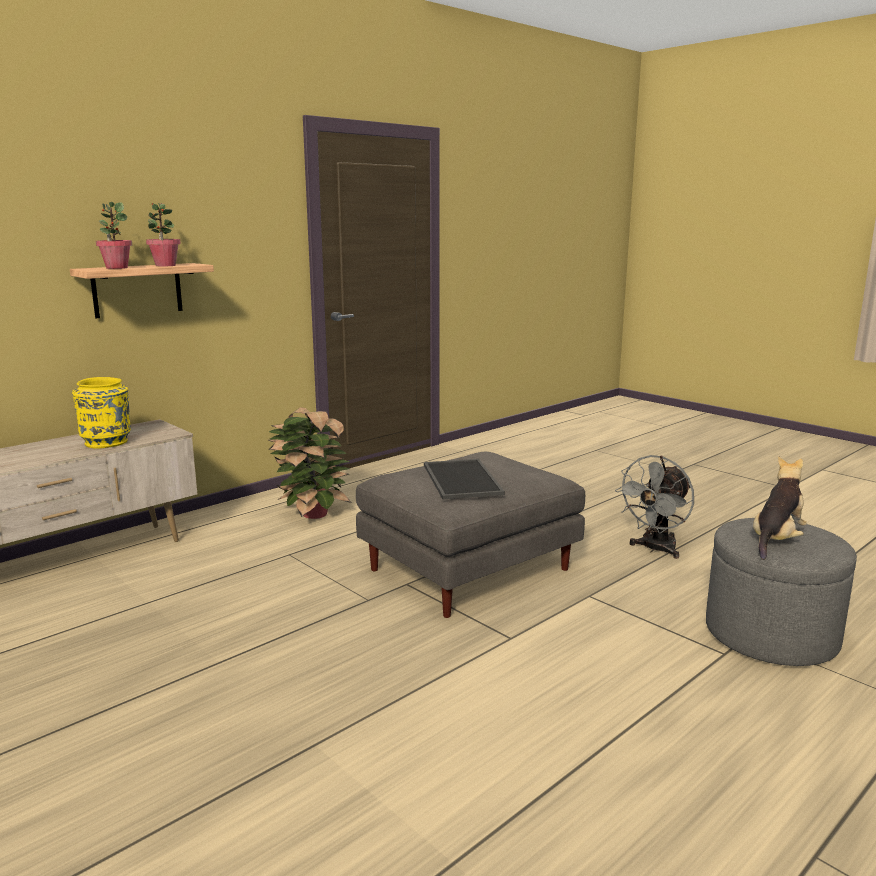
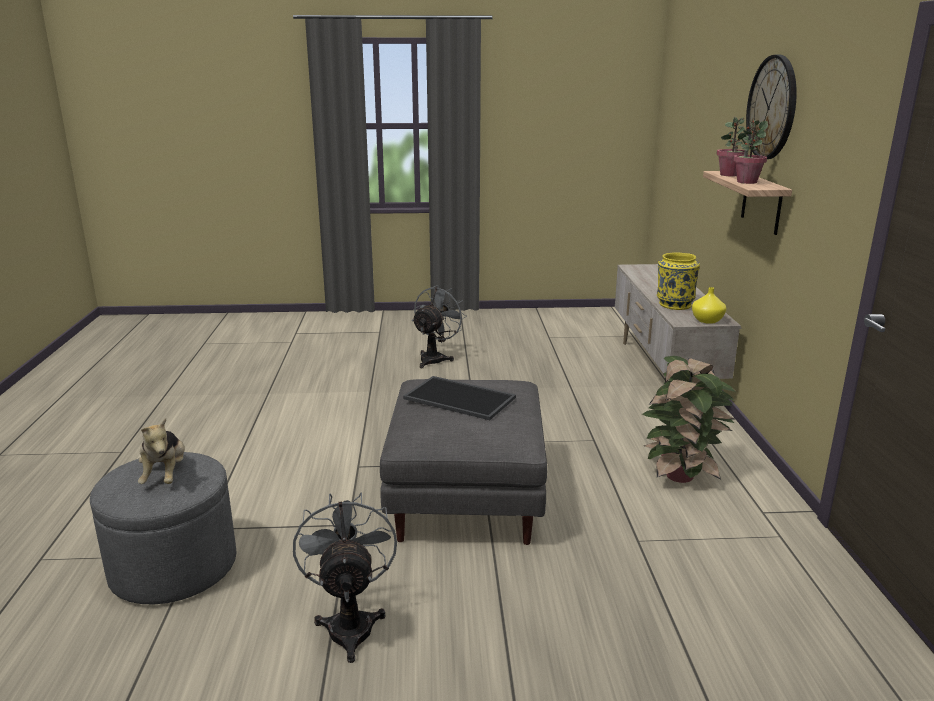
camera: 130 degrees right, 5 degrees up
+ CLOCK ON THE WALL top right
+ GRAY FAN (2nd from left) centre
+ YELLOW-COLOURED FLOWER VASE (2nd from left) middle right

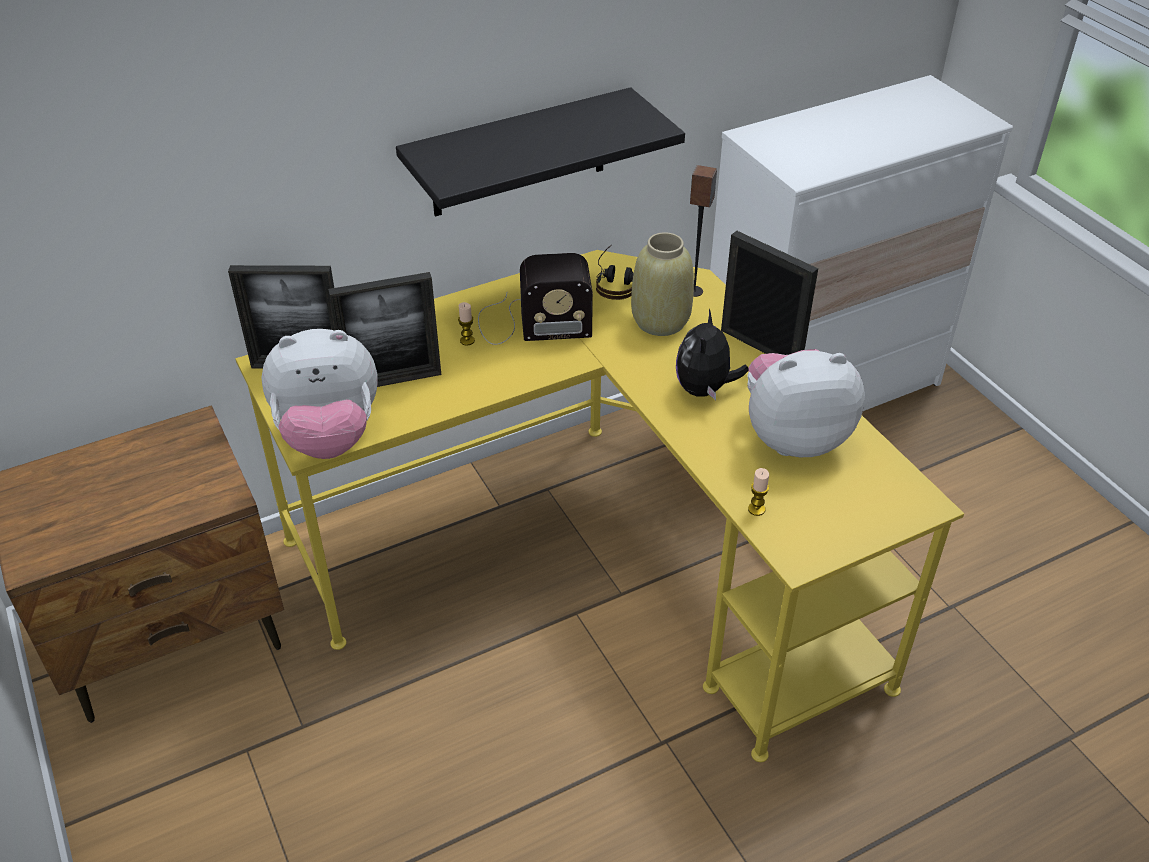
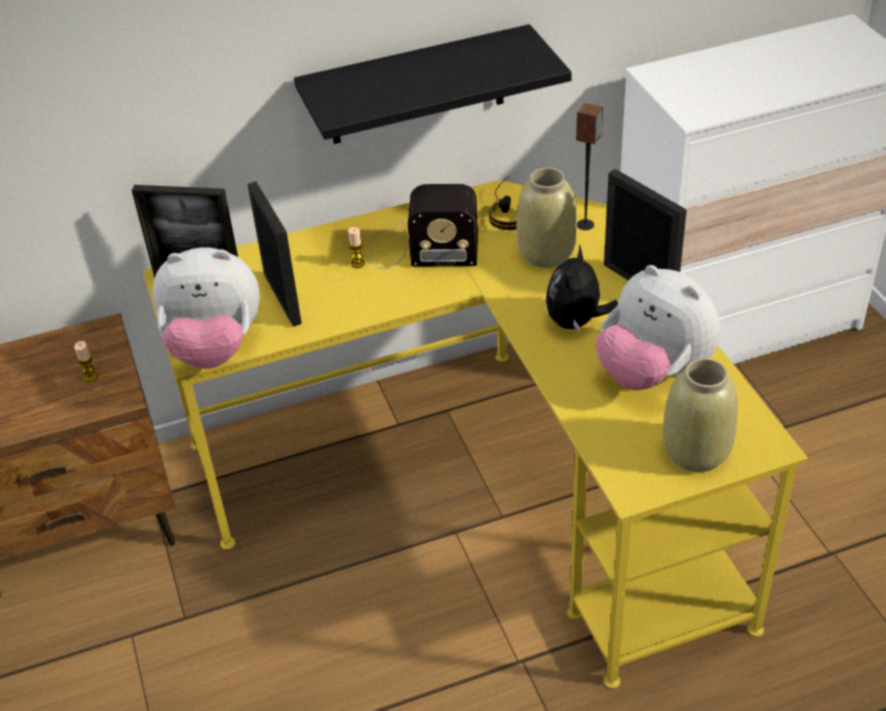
camera: 10 degrees right, 0 degrees up
~ PHOTO FRAME (2nd from left) centre = middle left 105 degrees counterclockwise
~ CUDDLY TOY (3rd from left) middle right = middle right 135 degrees counterclockwise
~ WAX LIGHT (2nd from left in the first image) centre to WAX LIGHT (1st from left) middle left
+ SAND-COLOURED FLOWER VASE (2nd from left) middle right

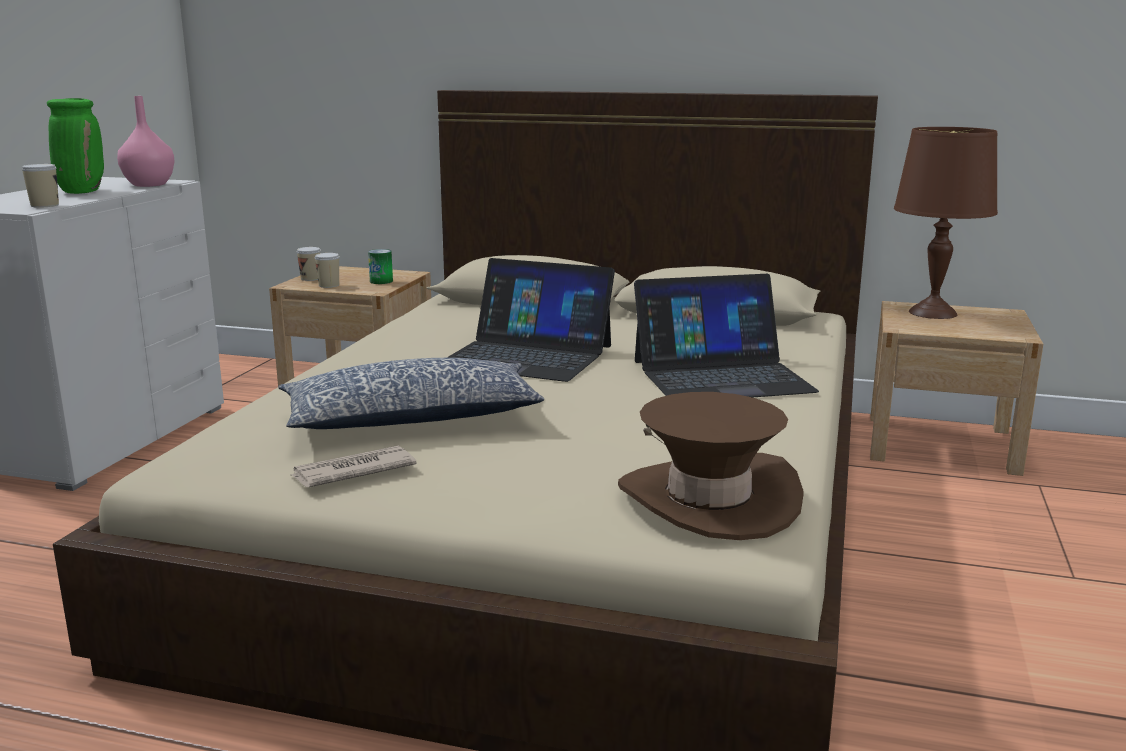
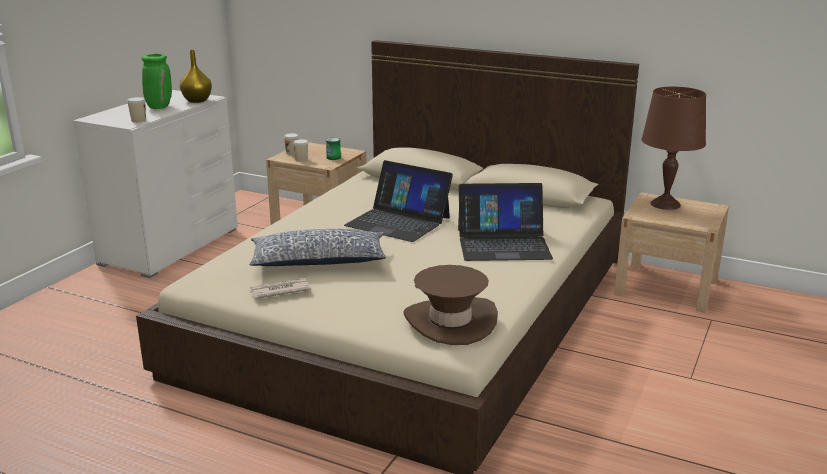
camera: 10 degrees right, 5 degrees up
~ PINKISH FLOWER VASE top left to YELLOW-COLOURED FLOWER VASE top left

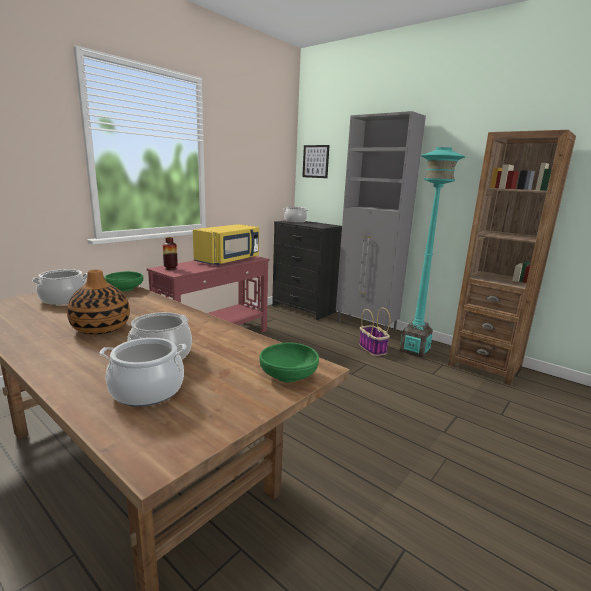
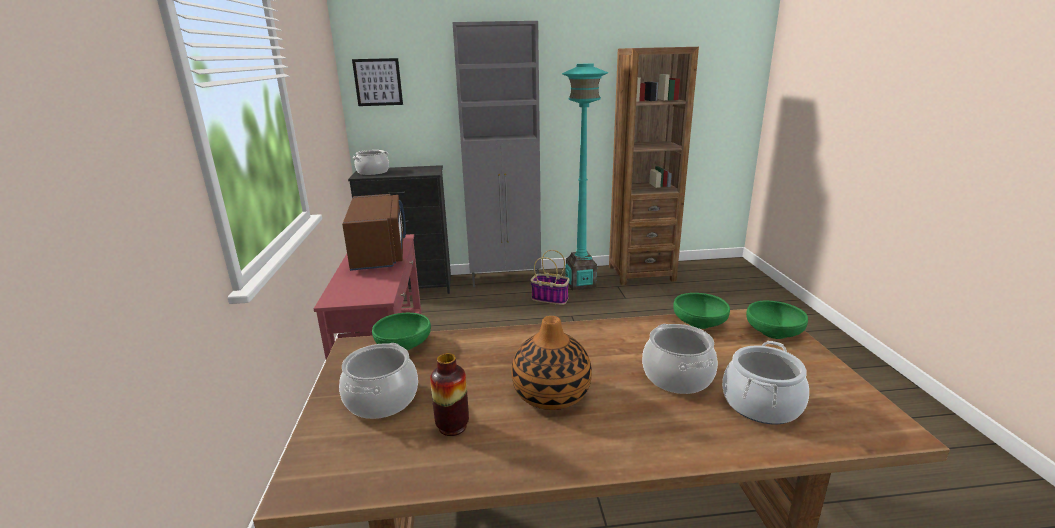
camera: 45 degrees left, 5 degrees up
~ YELLOW-COLOURED KITCHEN MICROWAVE centre to BROWNISH KITCHEN MICROWAVE centre
~ FLOWER VASE (2nd from left in the first image) middle left to FLOWER VASE (1st from left) bottom centre
+ GREEN-COLOURED SERVING BOWL (2nd from left) centre

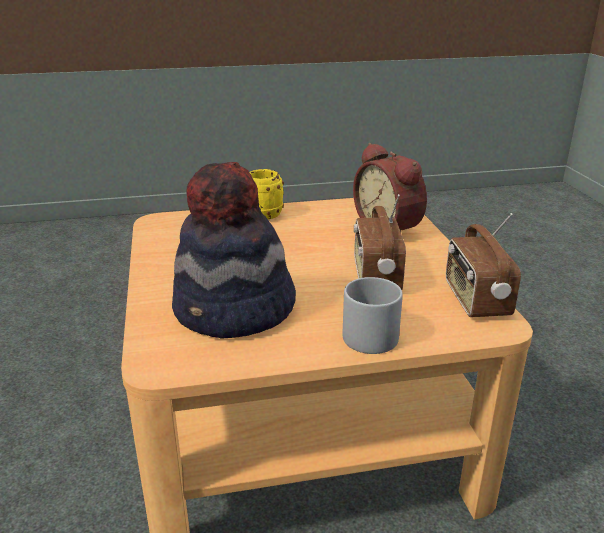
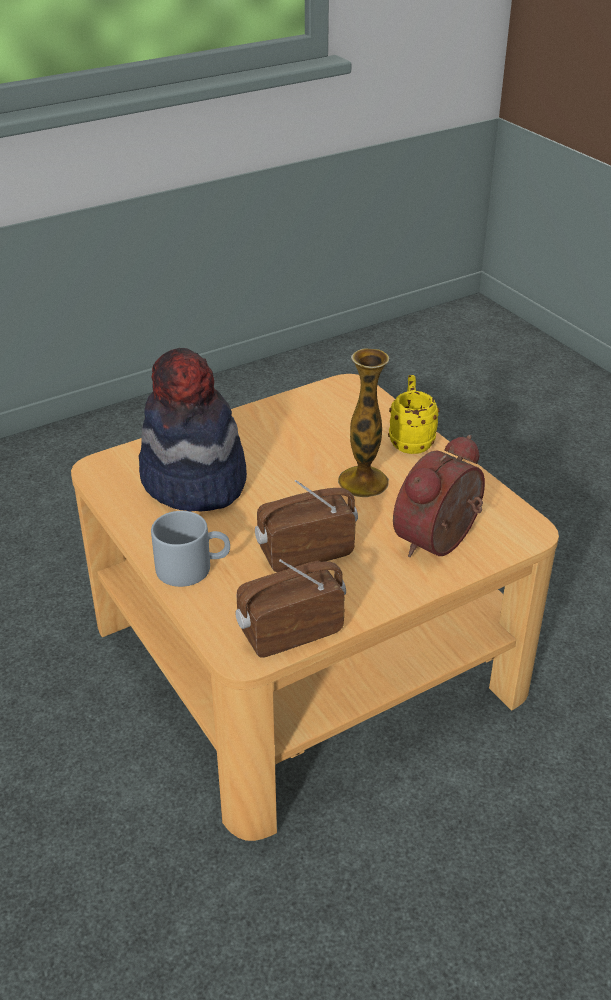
camera: 70 degrees right, 10 degrees up
+ FLOWER VASE centre

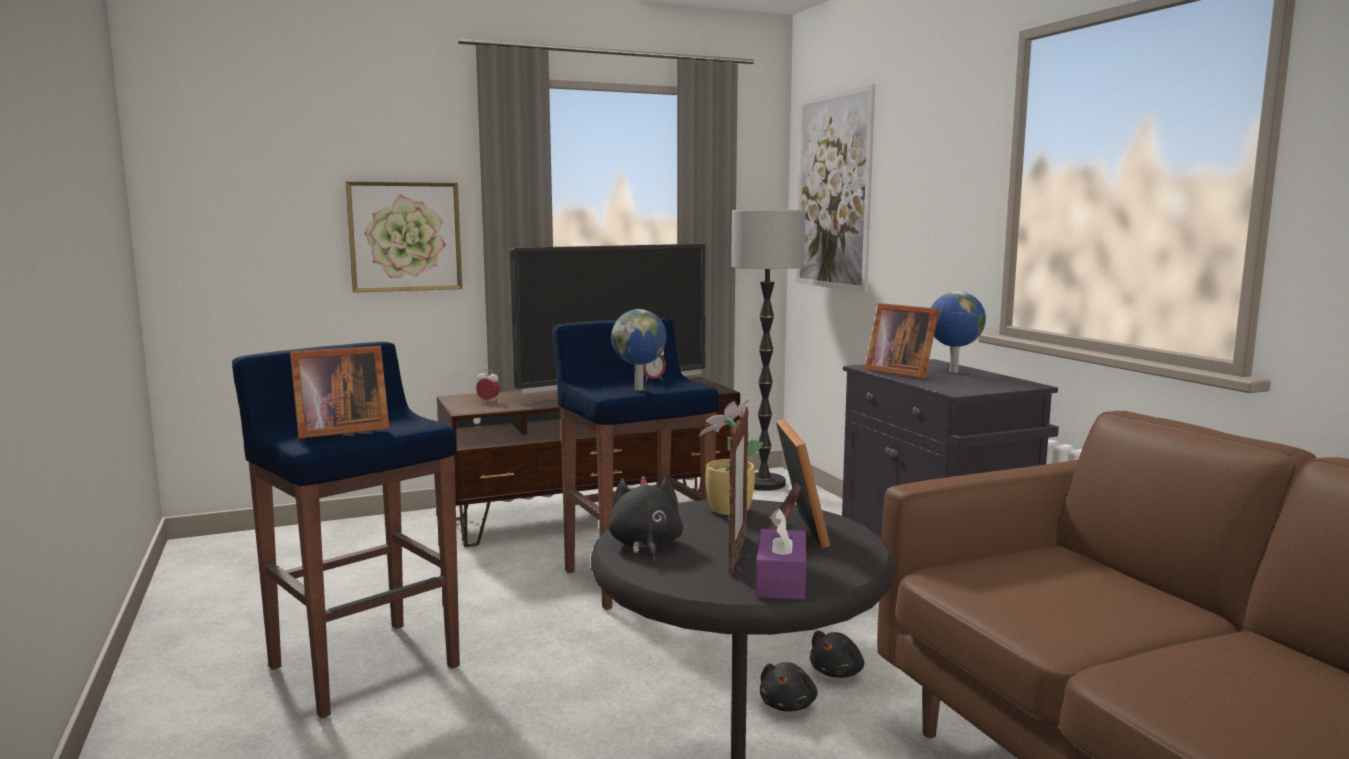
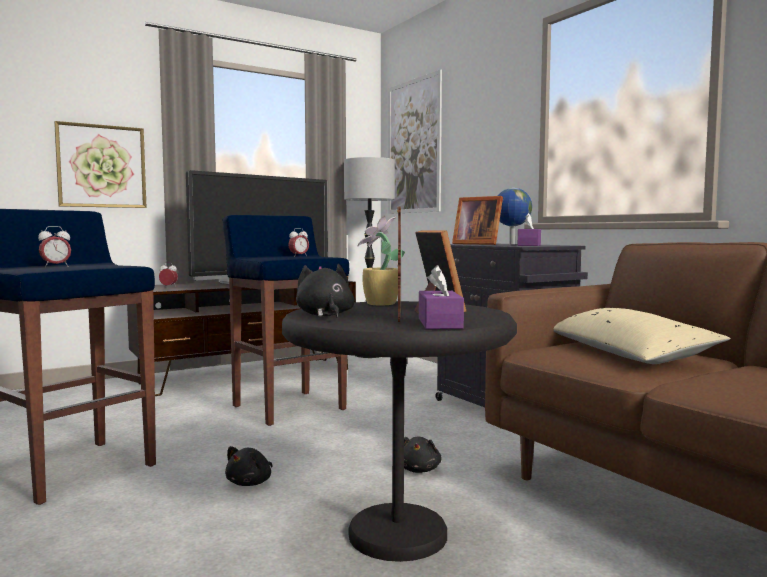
camera: 10 degrees left, 5 degrees down
- WORLD GLOBE (1st from left) centre
~ PHOTO FRAME (1st from left) middle left to ALARM CLOCK (1st from left) middle left
~ BLACKISH CUDDLY TOY (3rd from left in the first image) bottom centre to BLACKISH CUDDLY TOY (1st from left) bottom left
+ PURPLE TISSUE BOX (2nd from left) middle right
+ SAND-COLOURED PILLOW middle right

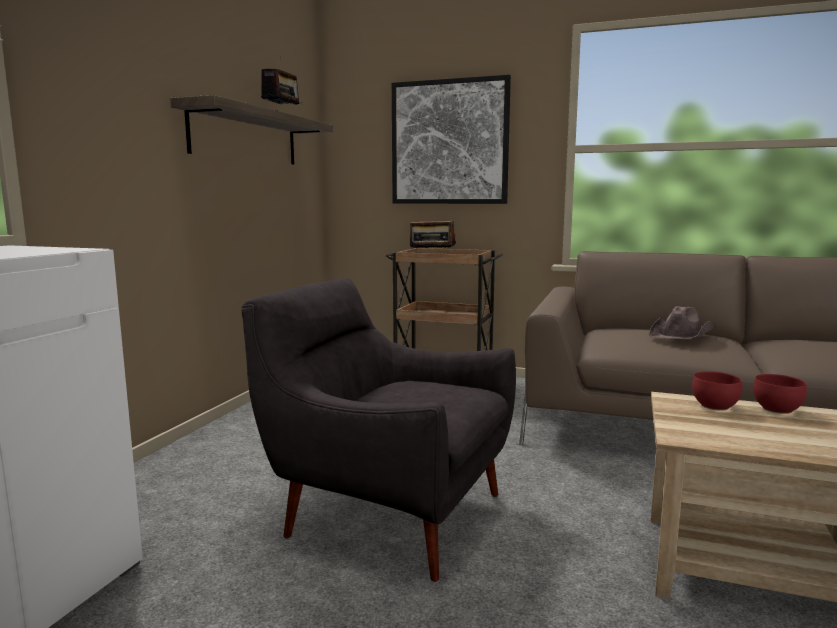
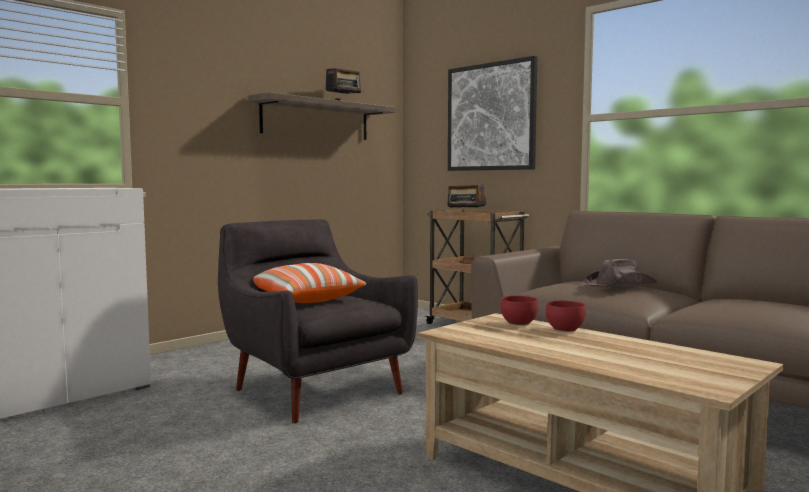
camera: 25 degrees right, 5 degrees down
+ PILLOW centre

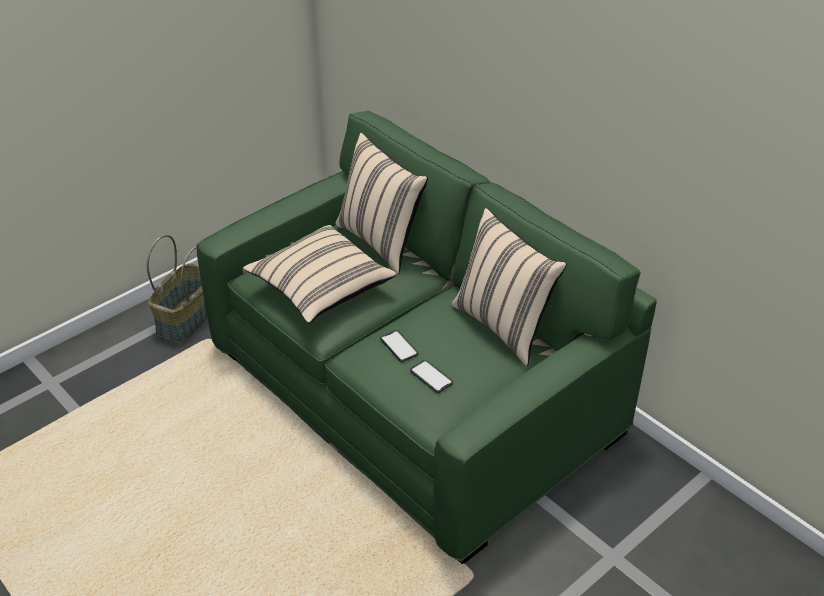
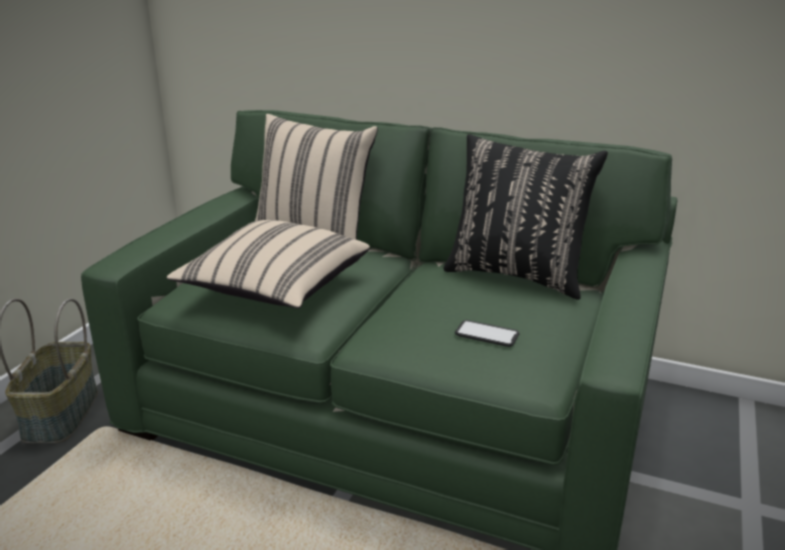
camera: 25 degrees left, 15 degrees down
~ SAND-COLOURED PILLOW (3rd from left) centre to BLACKISH PILLOW middle right
- PHONE (1st from left) centre

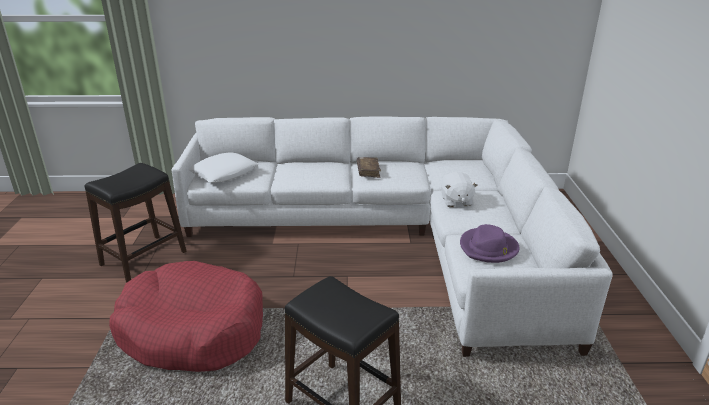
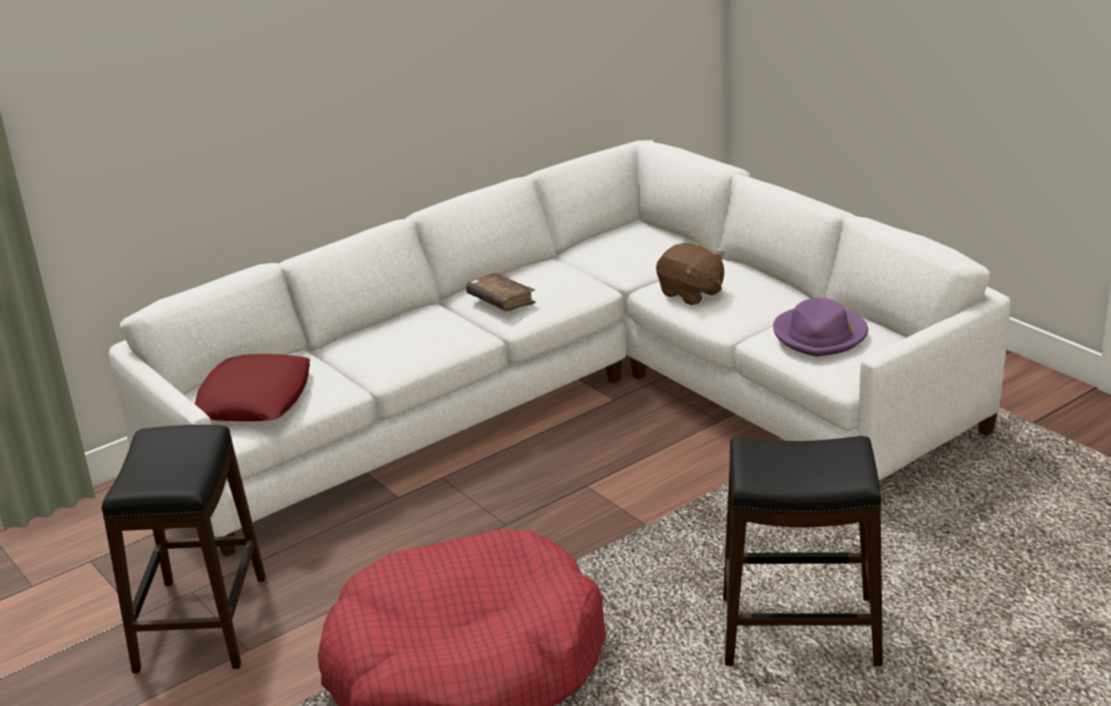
camera: 35 degrees left, 0 degrees up
~ WHITE PILLOW middle left to RED PILLOW middle left
~ WHITE CUDDLY TOY centre to BROWNISH CUDDLY TOY centre

